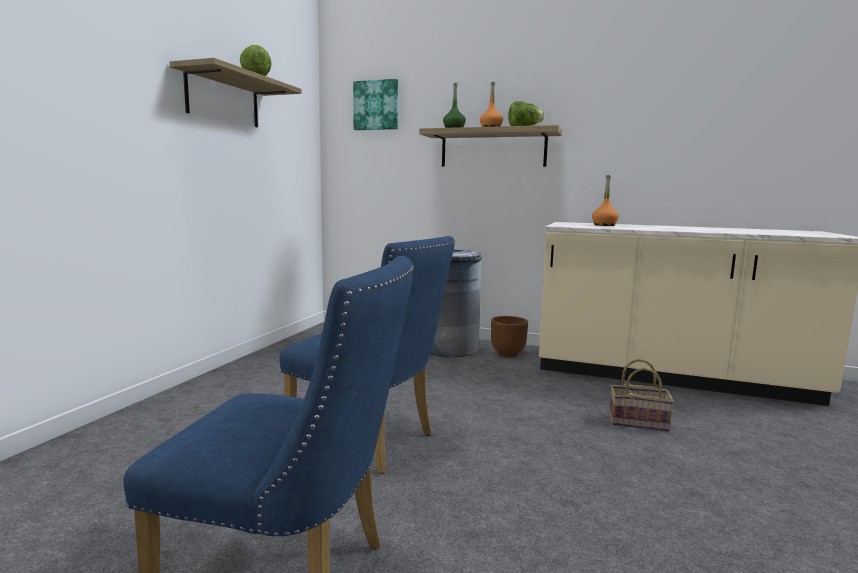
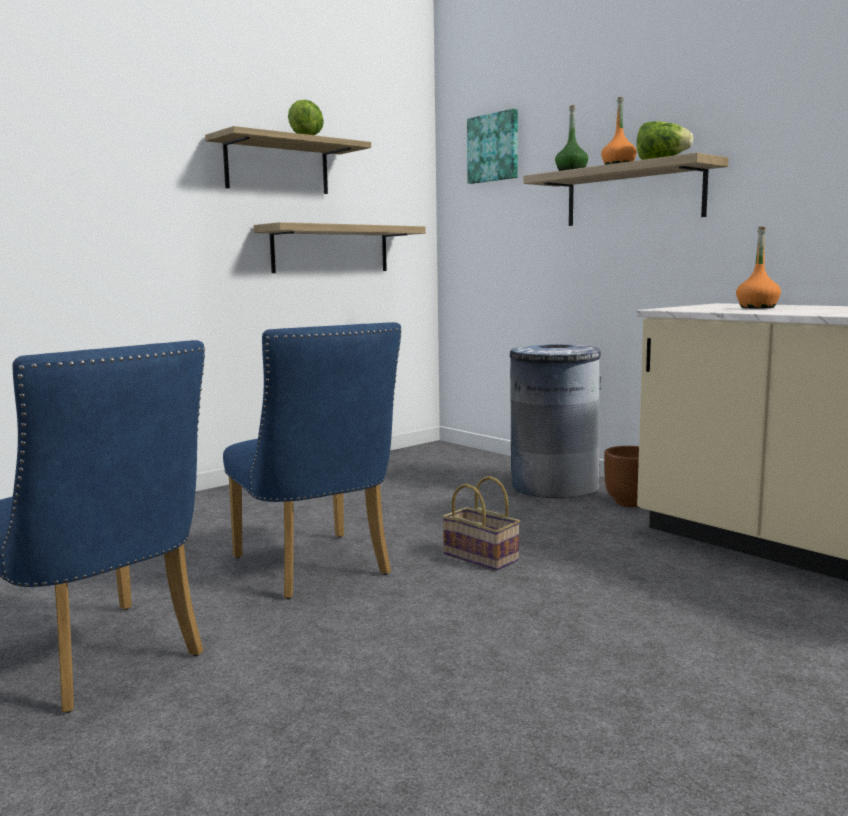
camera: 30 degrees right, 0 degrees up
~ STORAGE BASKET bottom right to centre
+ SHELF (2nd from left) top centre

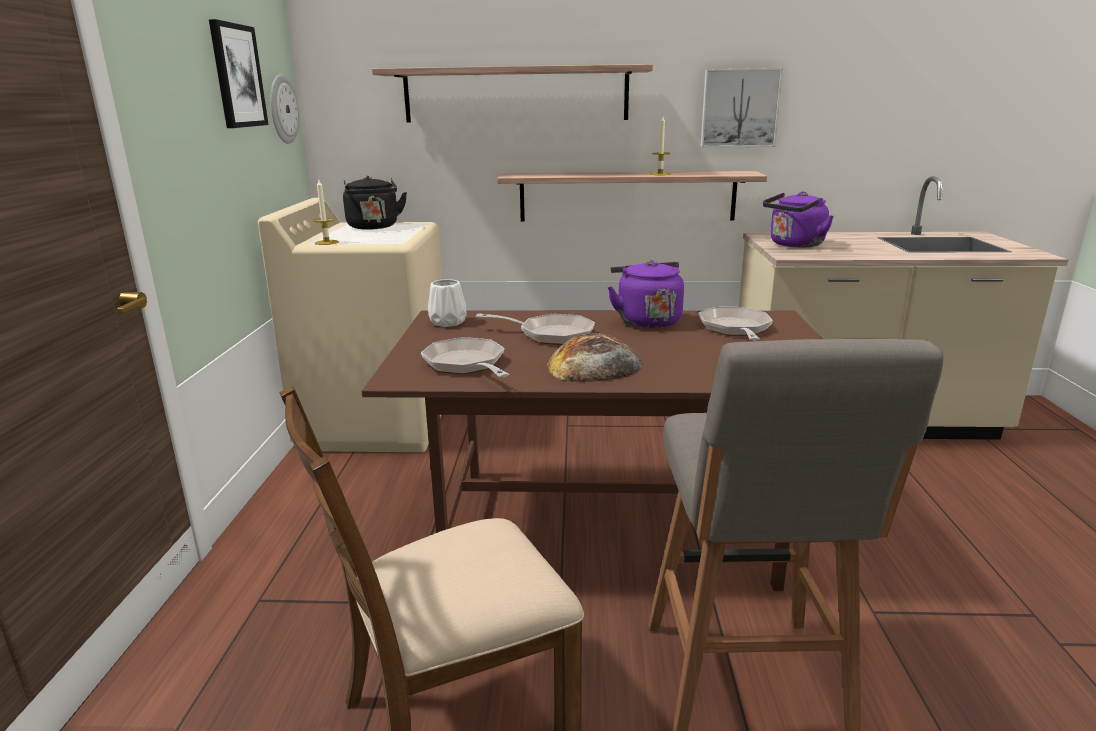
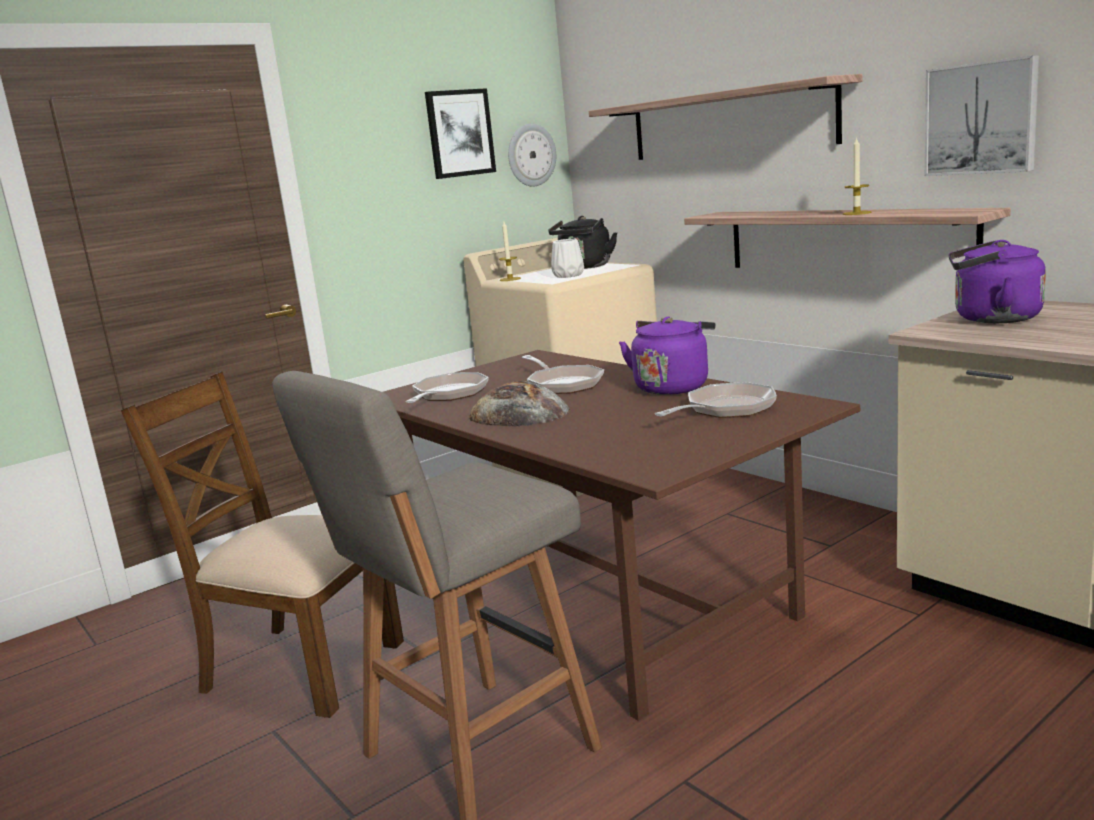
camera: 50 degrees right, 5 degrees down
~ WHITE FLOWER VASE centre to top centre

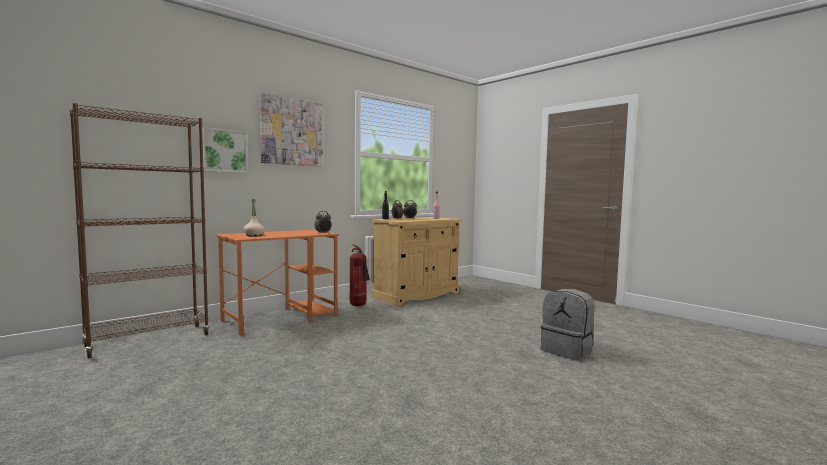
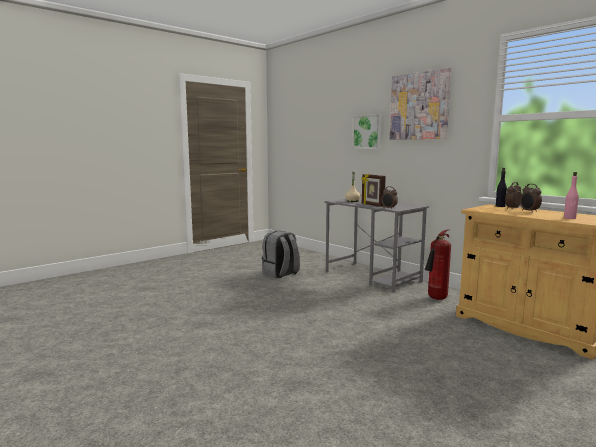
camera: 90 degrees right, 5 degrees up
- BROWNISH SHELVING UNIT middle left
~ ORANGEY DESK UNIT centre to GRAY DESK UNIT centre
~ GRAY BACKPACK bottom right to centre
+ PHOTO FRAME centre

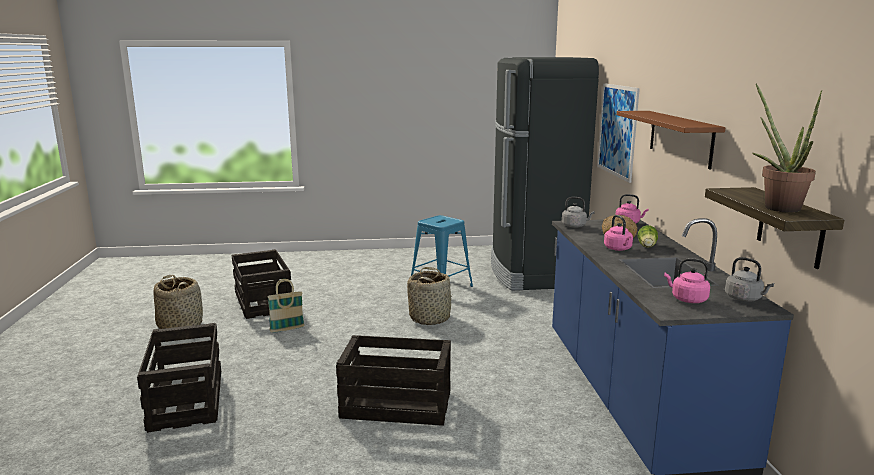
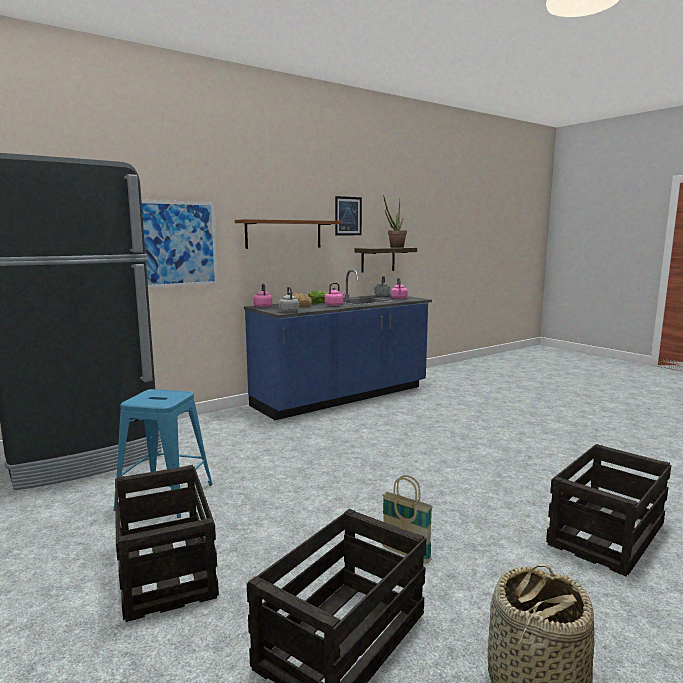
camera: 120 degrees left, 5 degrees down
- STORAGE BASKET (3rd from left) centre
~ PACKING CRATE (3rd from left in the first image) bottom centre to PACKING CRATE (1st from left) bottom left
+ WALL ART (2nd from left) top centre

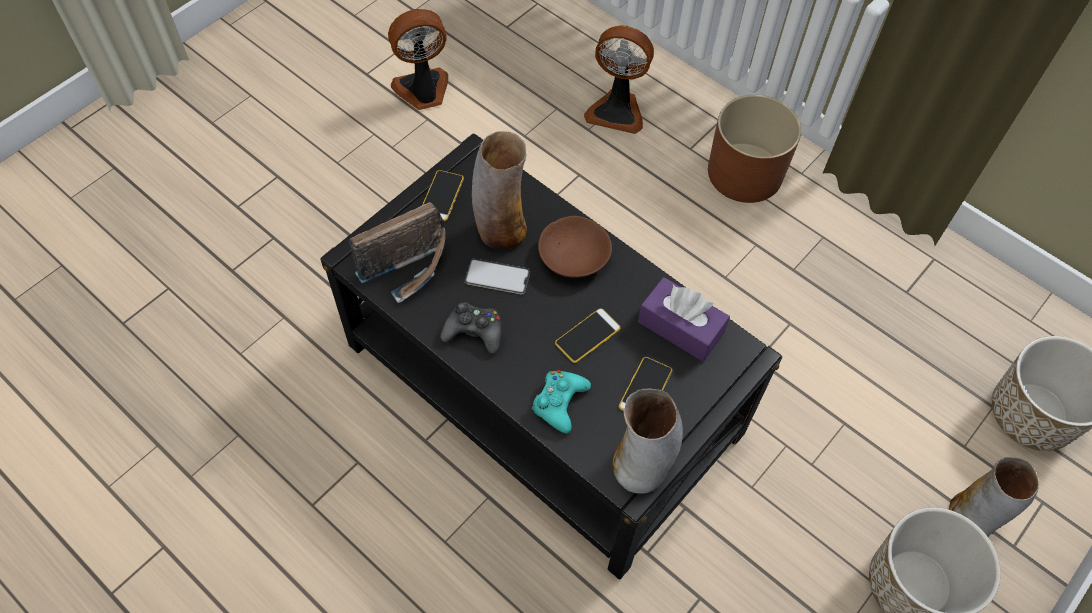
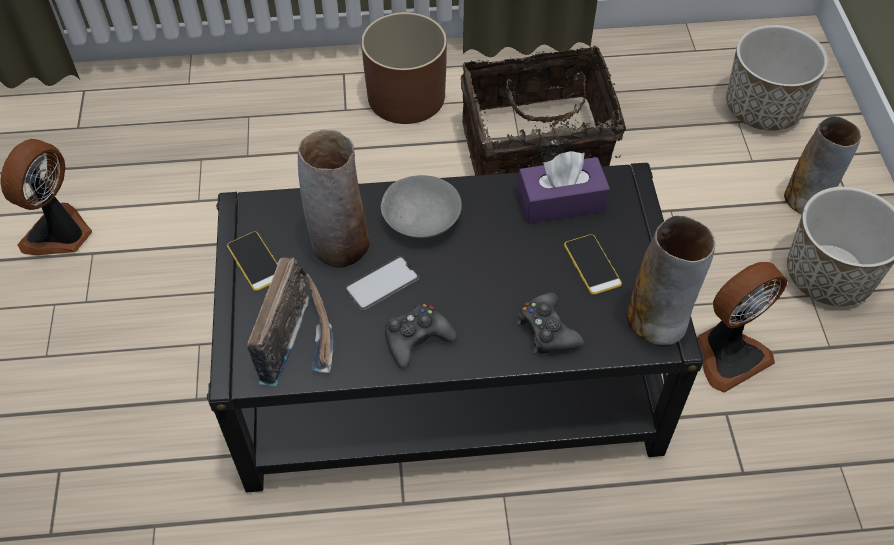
camera: 45 degrees left, 5 degrees down
~ FAN (2nd from left) top centre to middle right
~ BROWNISH SERVING BOWL centre to GRAY SERVING BOWL centre
- PHONE (3rd from left) centre
~ TURQUOISE-COLOURED GAME CONTROLLER centre to BLACKISH GAME CONTROLLER (2nd from left) centre
+ STORAGE BASKET top centre

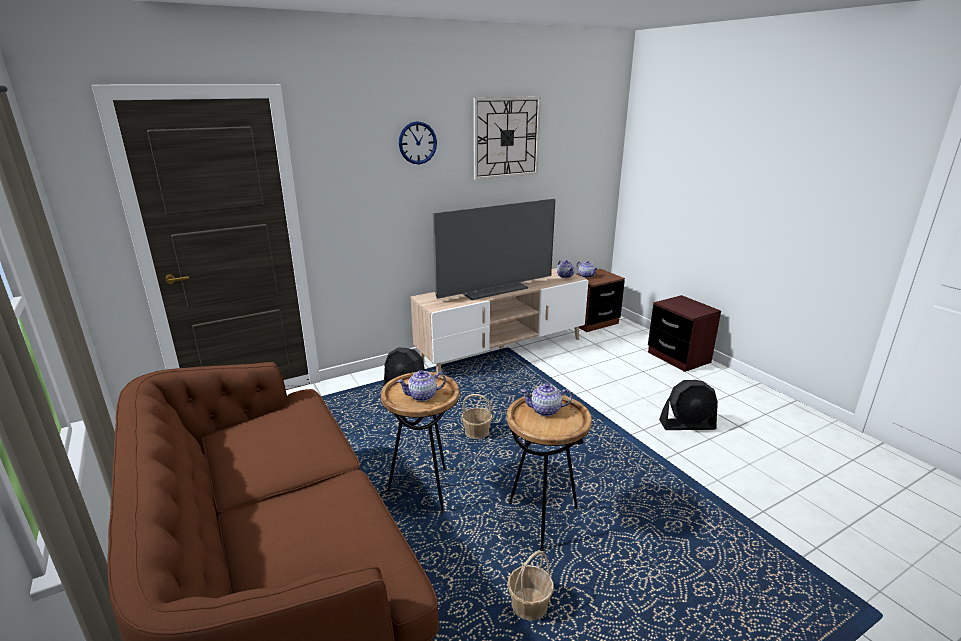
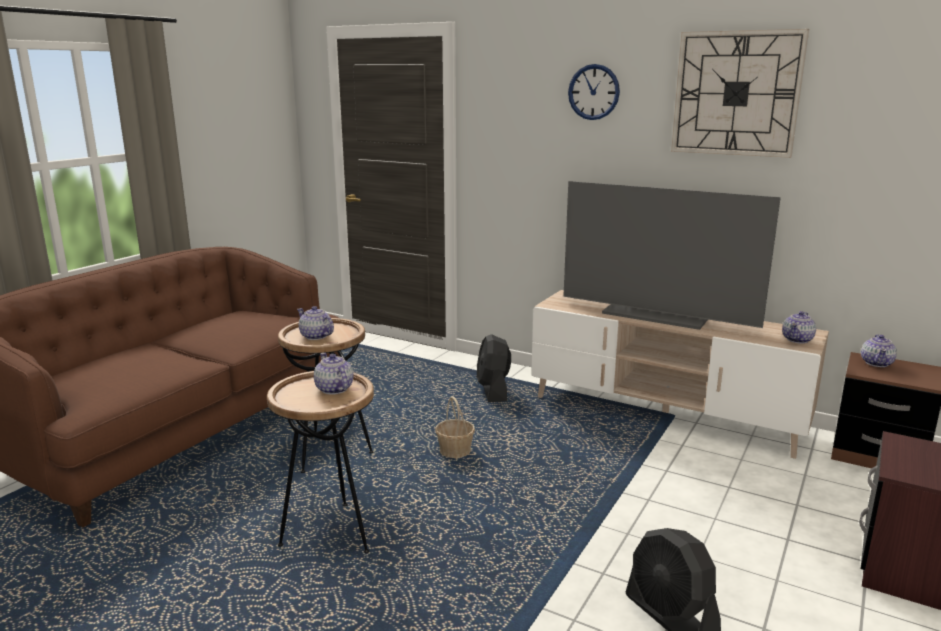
camera: 60 degrees right, 5 degrees down
- STORAGE BASKET (2nd from left) bottom centre

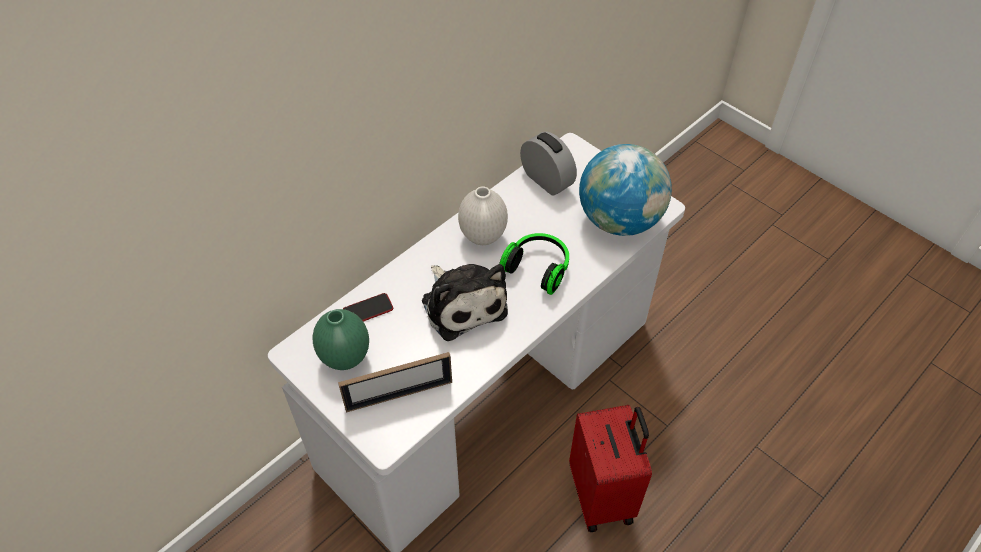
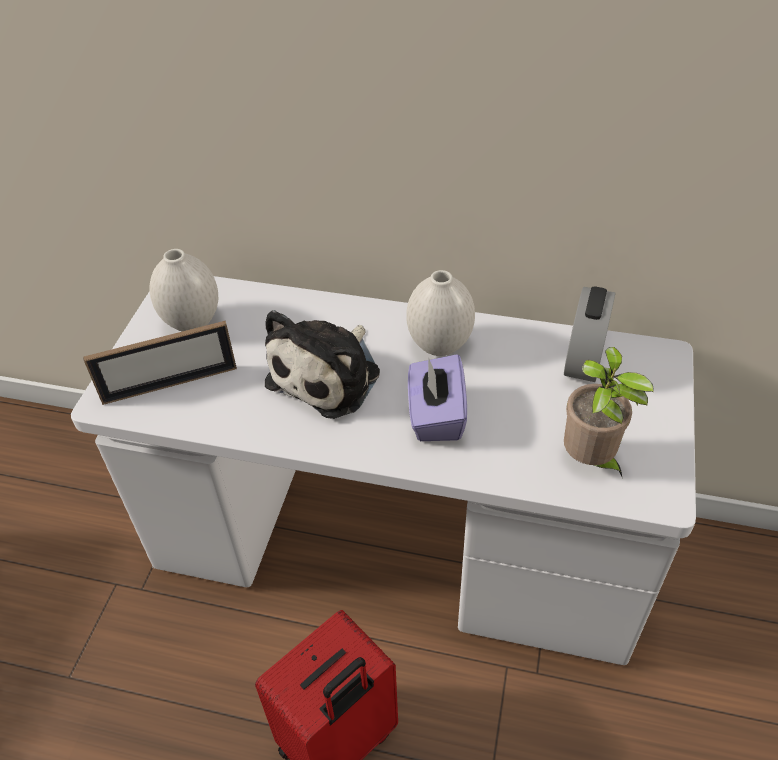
camera: 60 degrees right, 5 degrees down
~ WORLD GLOBE centre to POTTED PLANT middle right
~ HEADSET centre to PURPLE TISSUE BOX centre
- PHONE centre
~ GREEN-COLOURED FLOWER VASE centre to WHITE FLOWER VASE (1st from left) middle left
~ PHOTO FRAME bottom centre = middle left 60 degrees counterclockwise

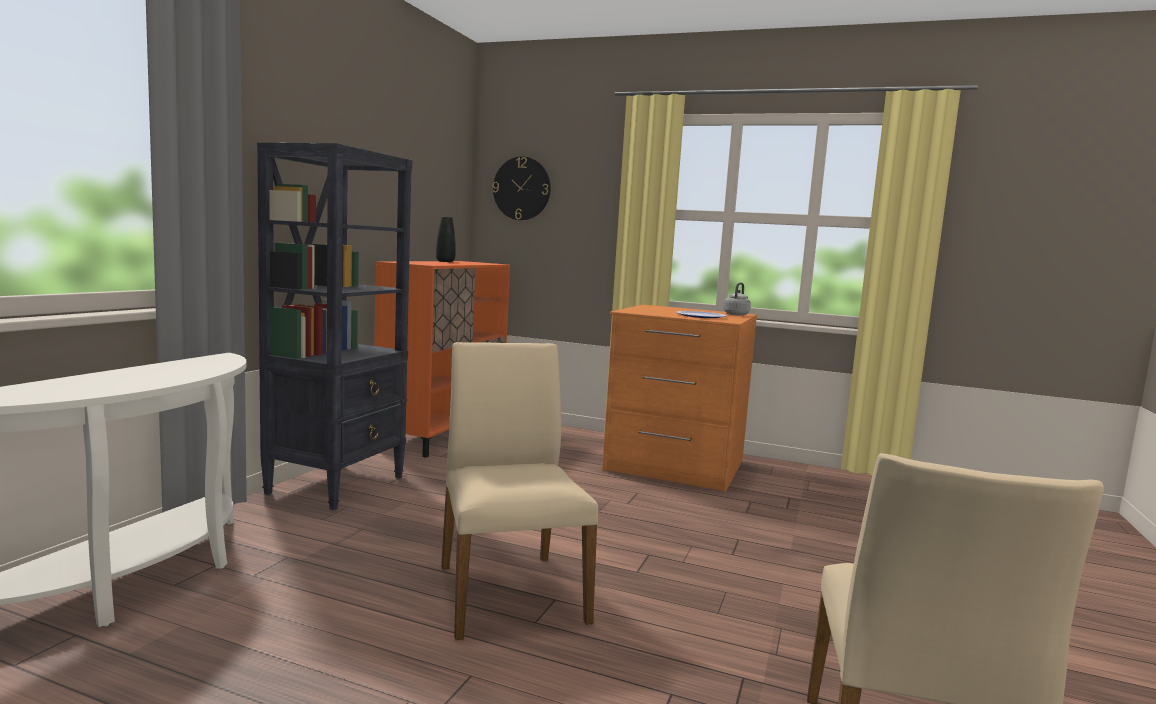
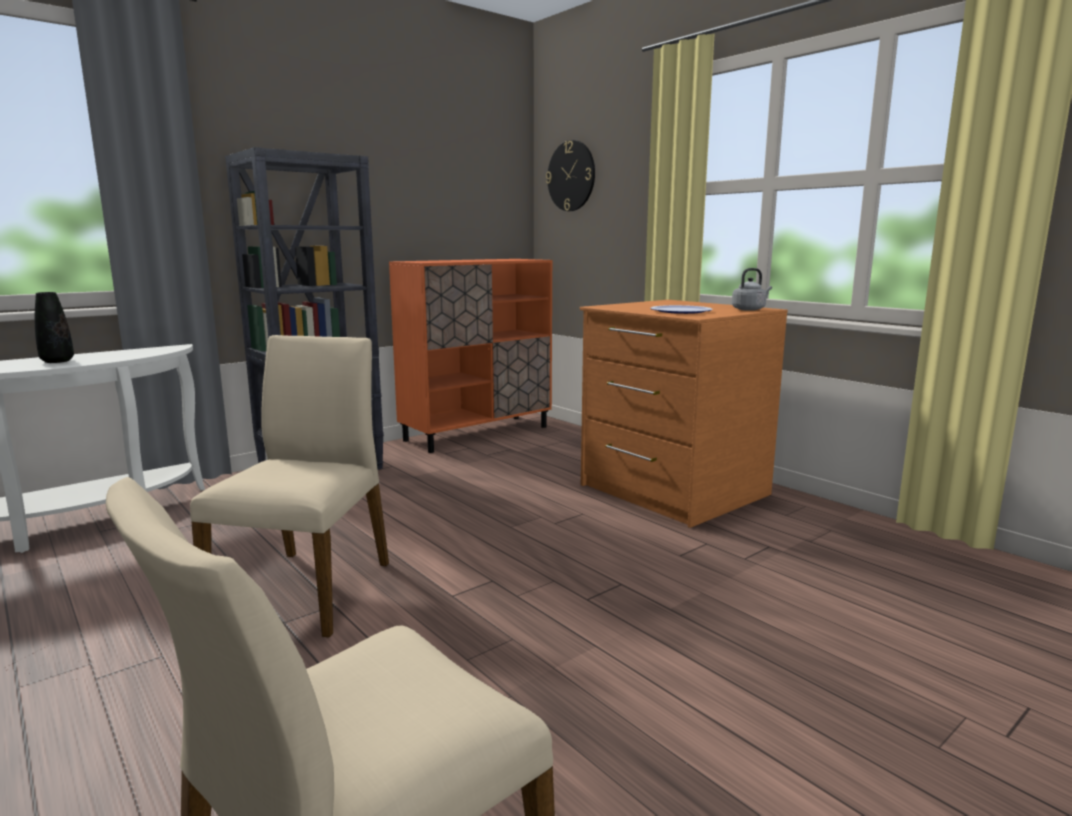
camera: 30 degrees right, 5 degrees up
~ BLACKISH FLOWER VASE centre to middle left

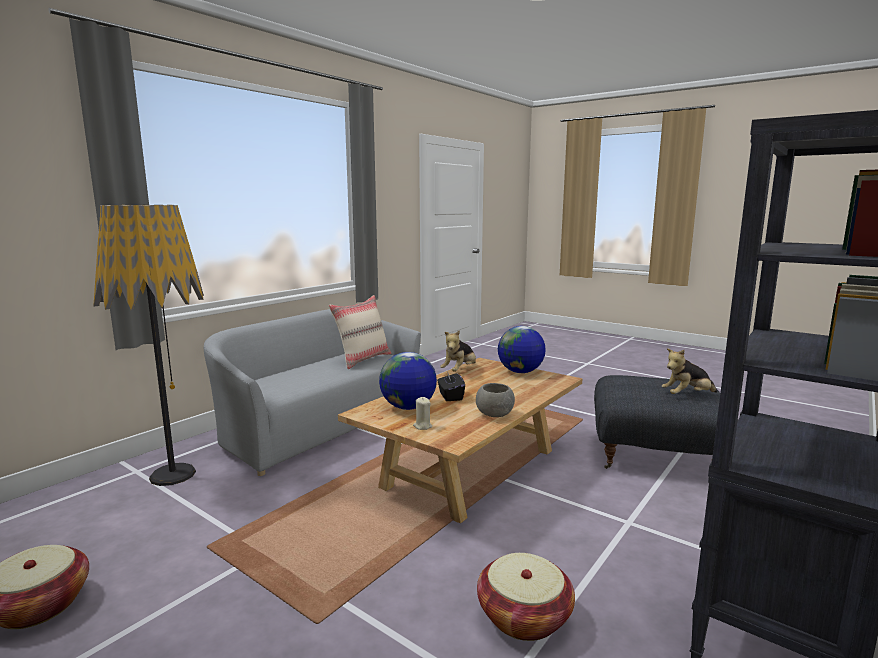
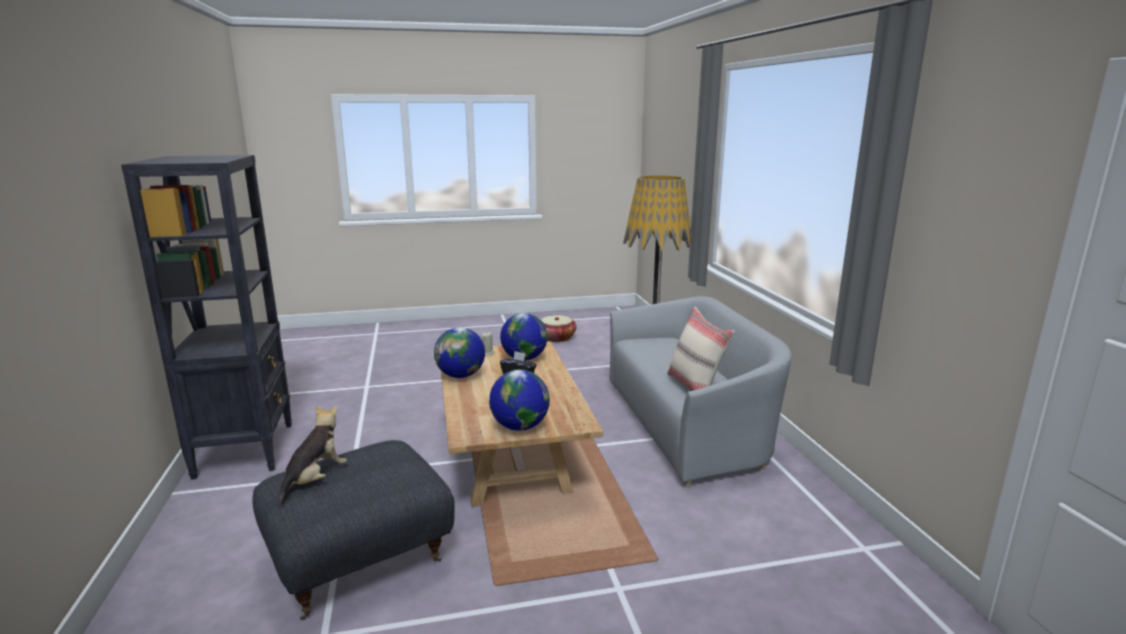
camera: 130 degrees right, 5 degrees up
- CUDDLY TOY (1st from left) centre
~ GRAY SERVING BOWL centre to WORLD GLOBE (1st from left) centre
- STORAGE BASKET (2nd from left) bottom centre

